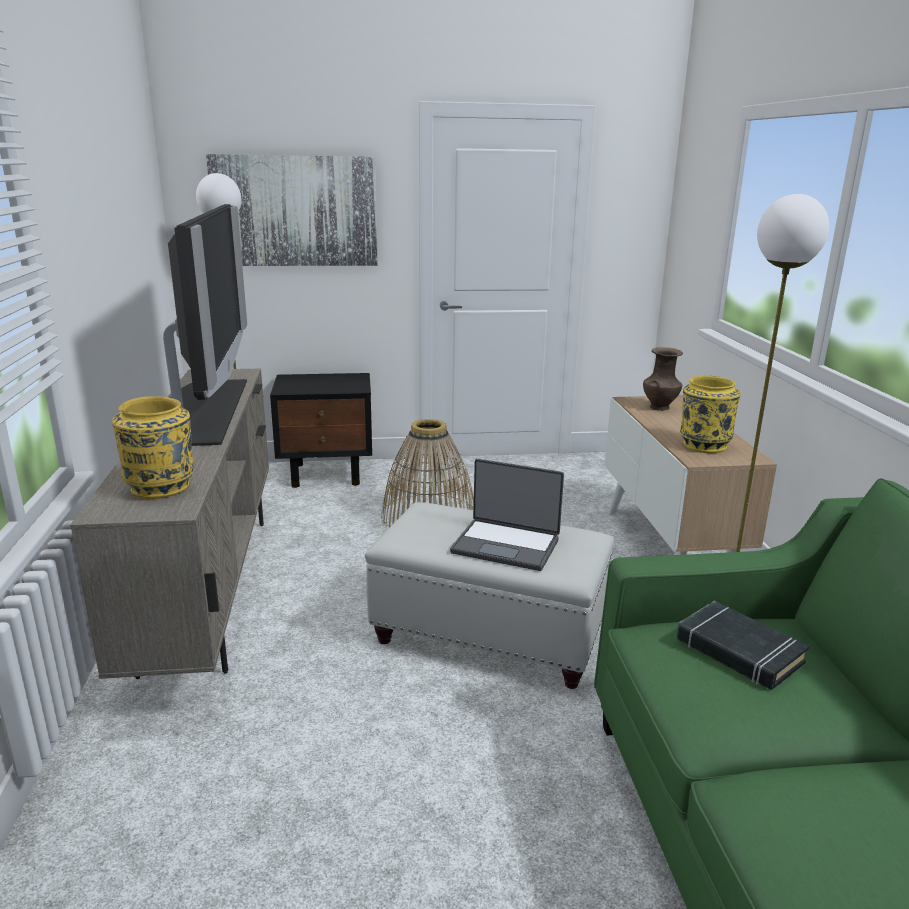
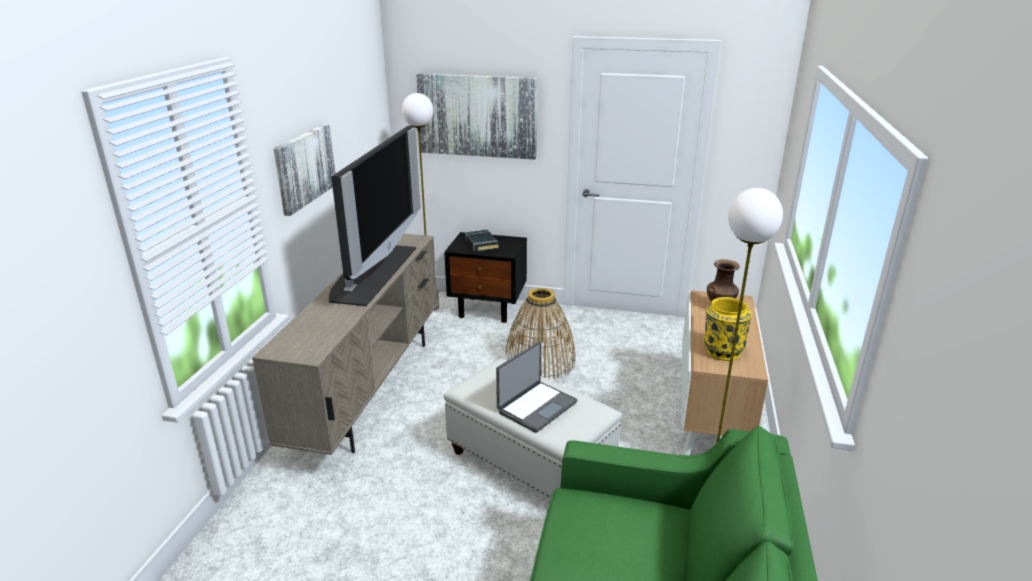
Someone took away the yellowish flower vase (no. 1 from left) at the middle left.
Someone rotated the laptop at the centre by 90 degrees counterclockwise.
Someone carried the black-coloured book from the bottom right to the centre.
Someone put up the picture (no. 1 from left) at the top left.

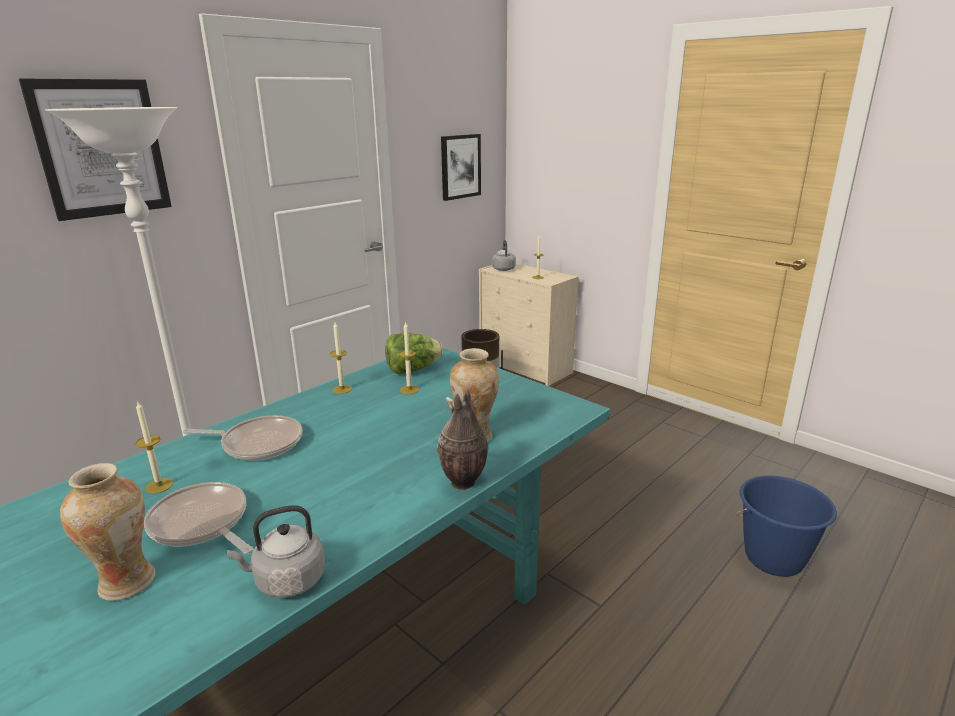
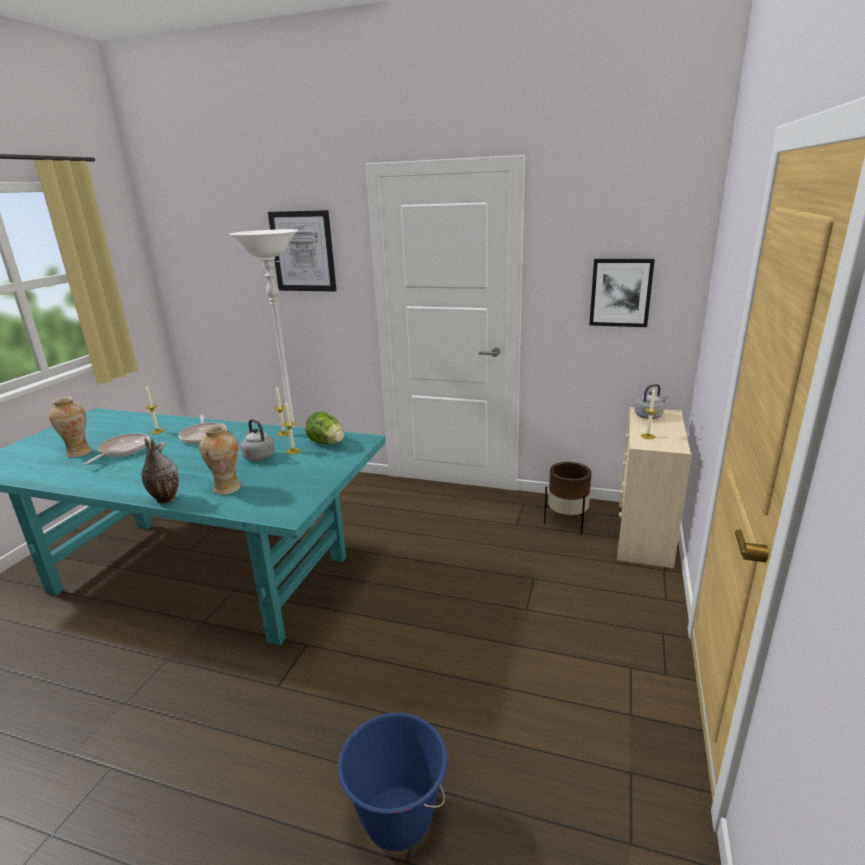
Someone carried the grey kettle (no. 1 from left) from the bottom left to the middle left.

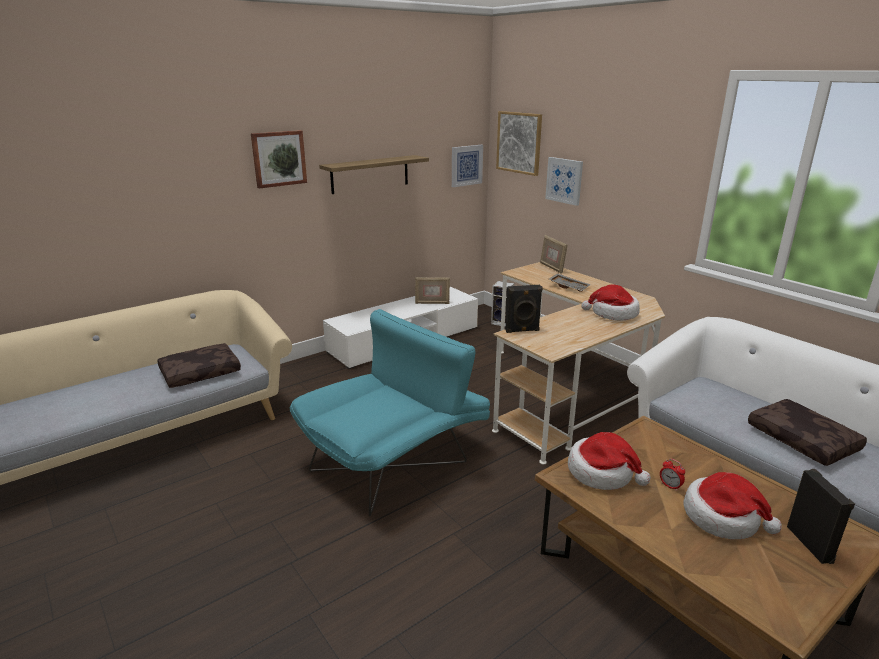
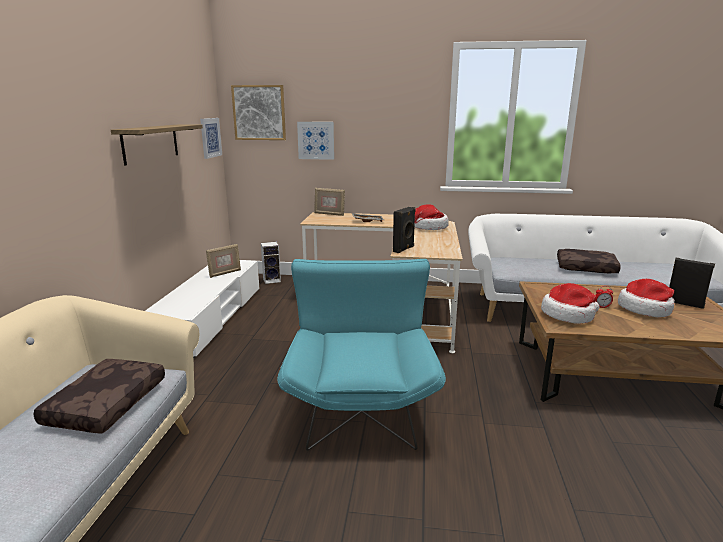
Someone took away the picture (no. 1 from left) at the top left.

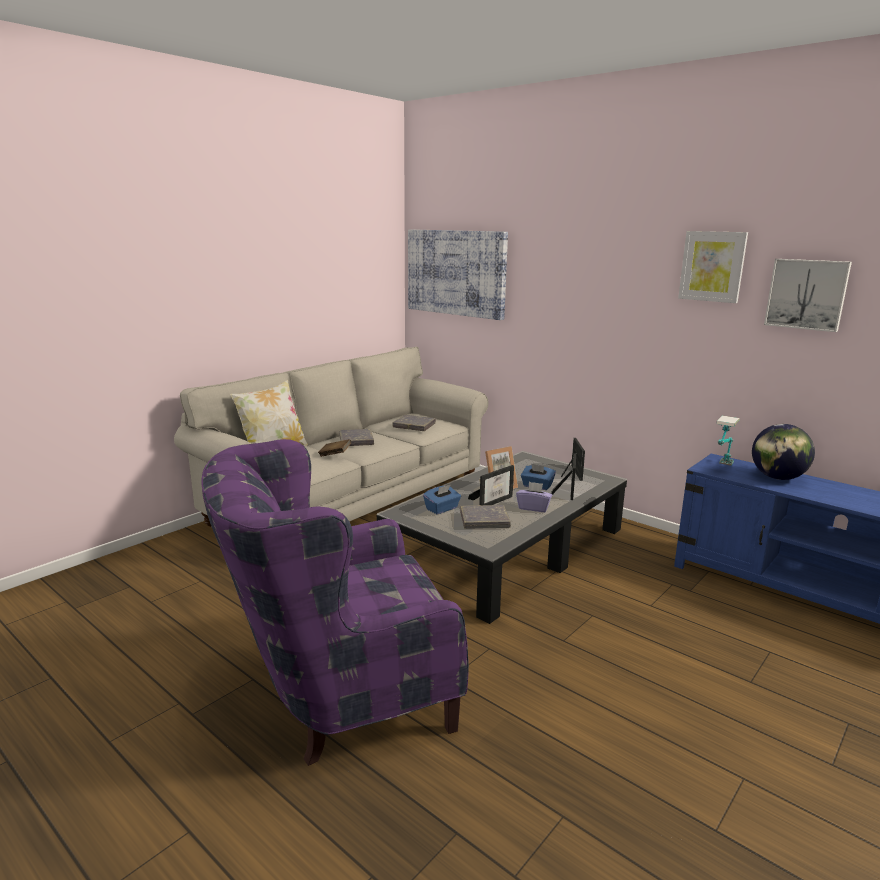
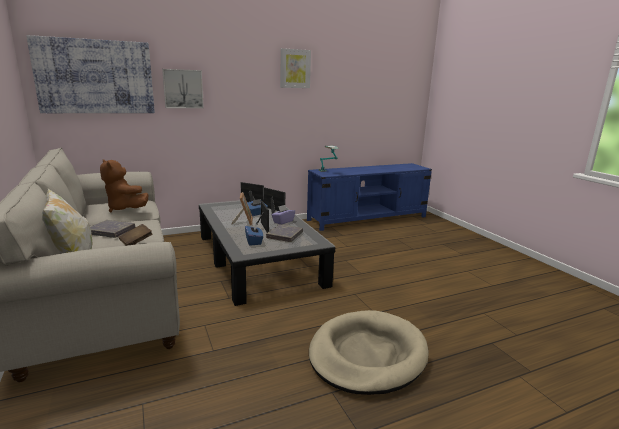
Someone swapped the purple armchair at the bottom centre for the sand-coloured dog cushion at the bottom centre.
Someone swapped the grey book (no. 2 from left) at the centre for the brown-coloured soft toy at the middle left.
Someone took away the desk globe at the middle right.
Someone carried the picture (no. 3 from left in the first image) from the middle right to the top left.

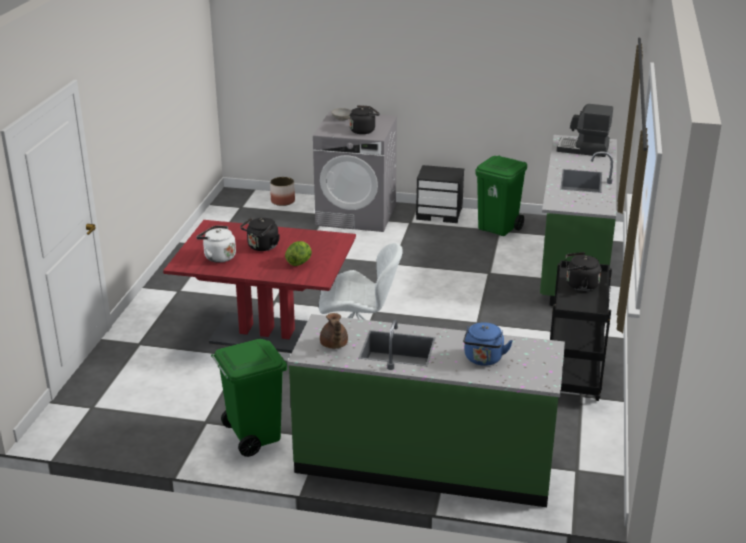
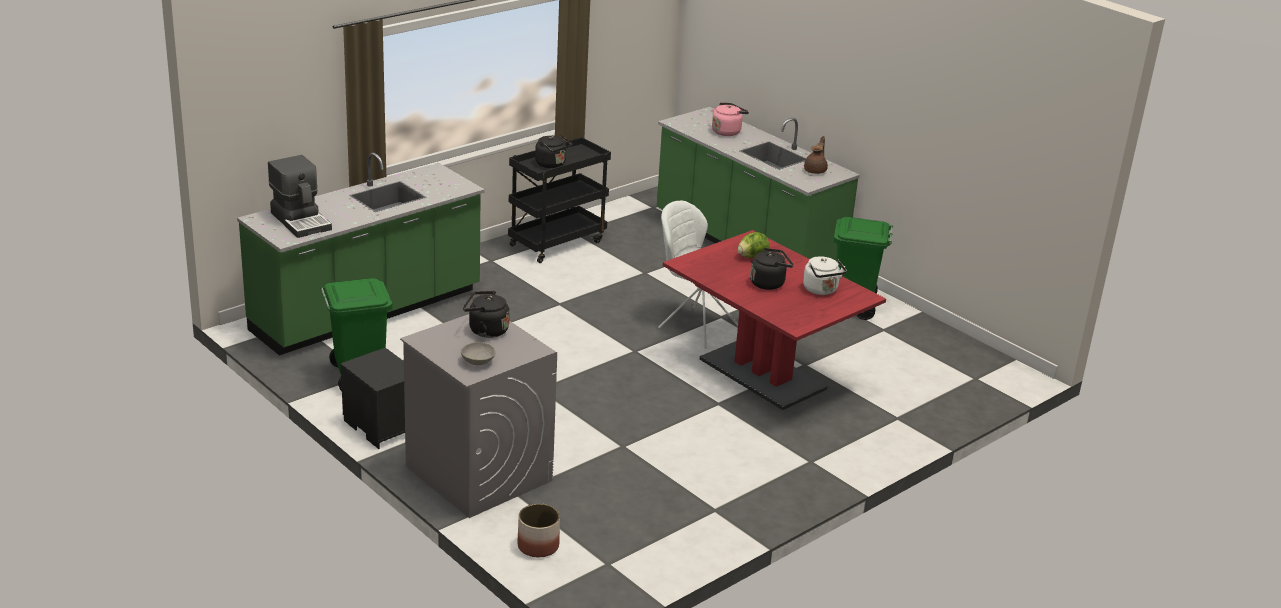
Someone repainted the blue-coloured kettle at the centre, which became the pinkish kettle at the top centre.

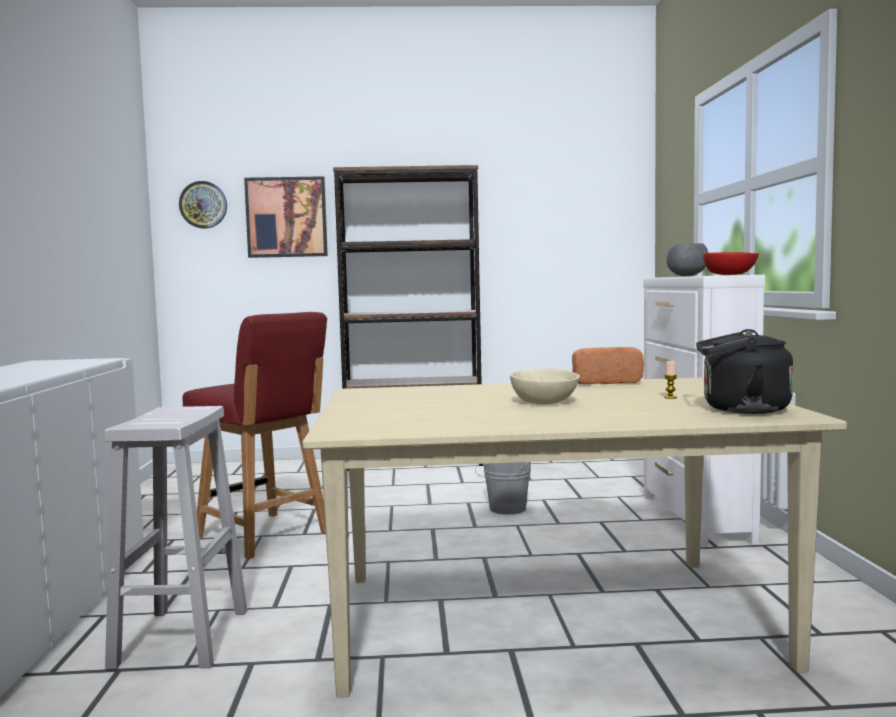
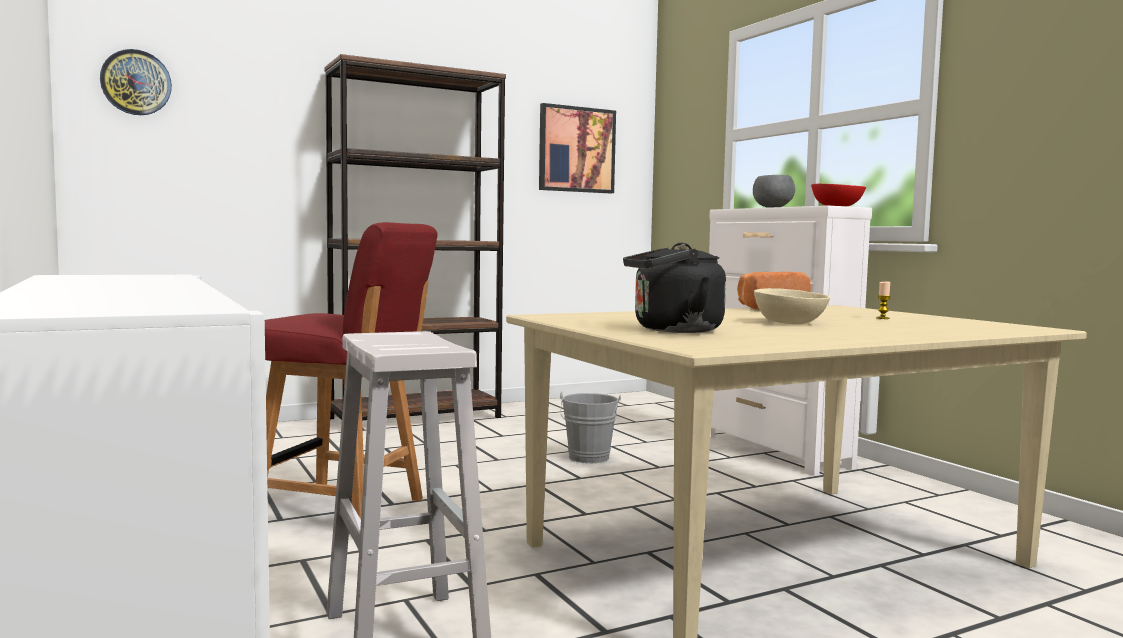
Someone carried the picture from the top left to the top centre.
Someone carried the black-coloured kettle from the middle right to the centre.

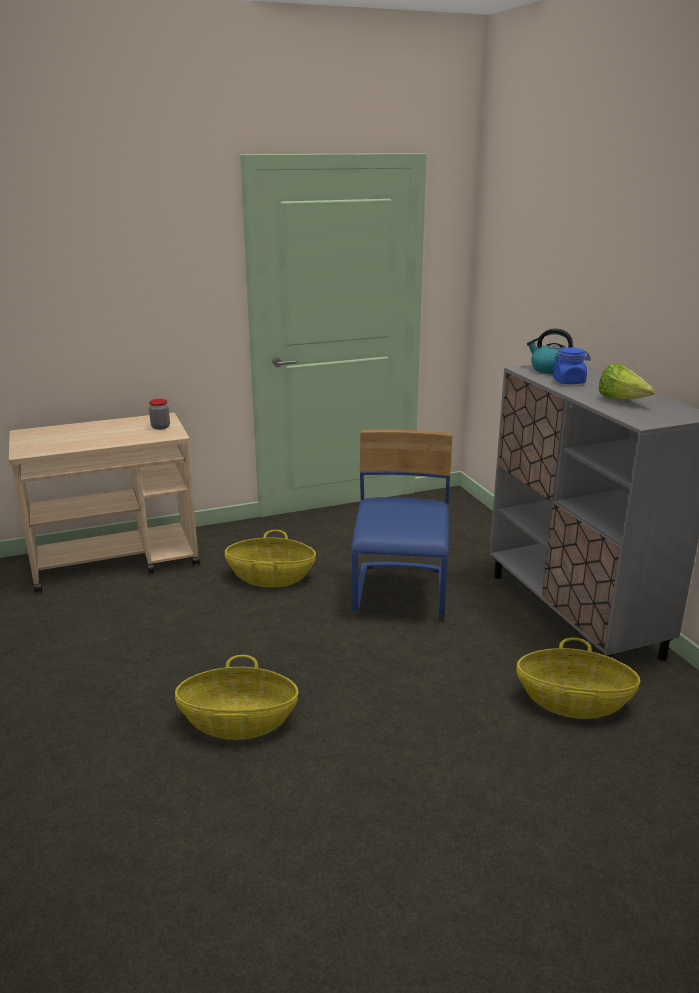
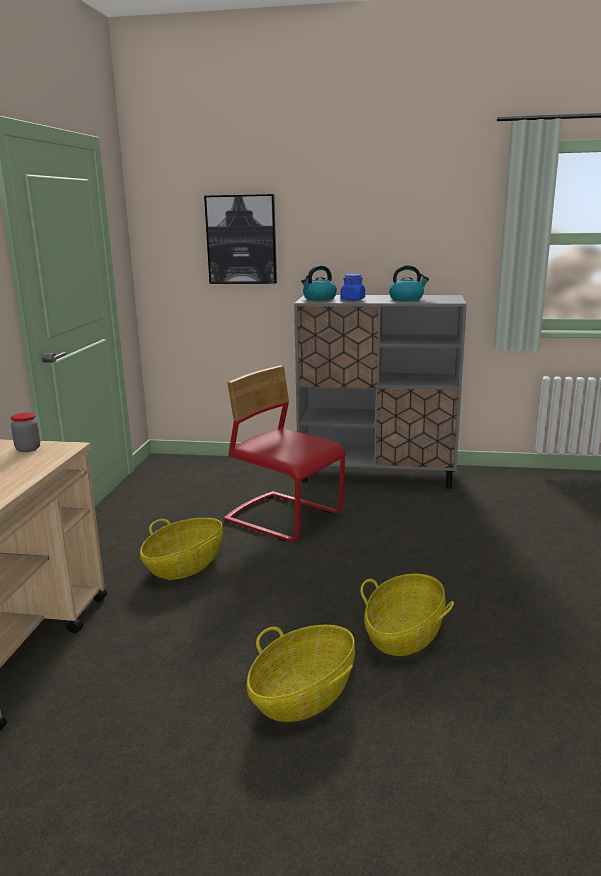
Someone repainted the blue-coloured upright chair at the centre, which became the reddish upright chair at the centre.
Someone carried the storage basket (no. 3 from left in the first image) from the bottom right to the bottom centre.
Someone swapped the lettuce at the middle right for the kettle (no. 2 from left) at the top right.
Someone put up the picture at the top centre.

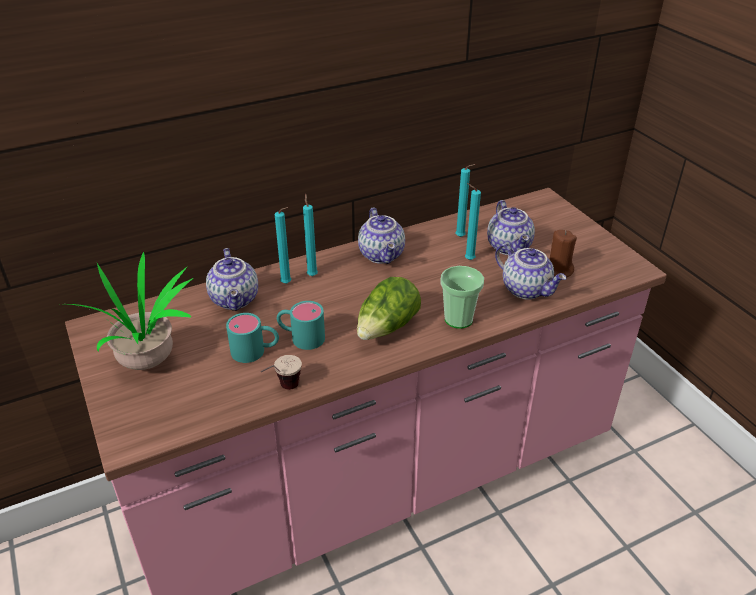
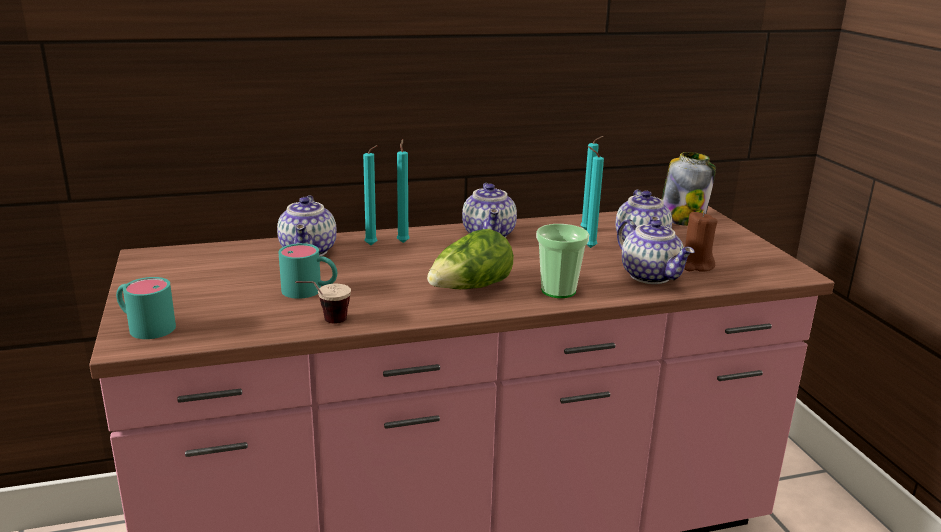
Someone took away the houseplant at the middle left.
Someone carried the turquoise-coloured mug (no. 2 from left in the first image) from the centre to the middle left.
Someone put down the preserve jar at the middle right.

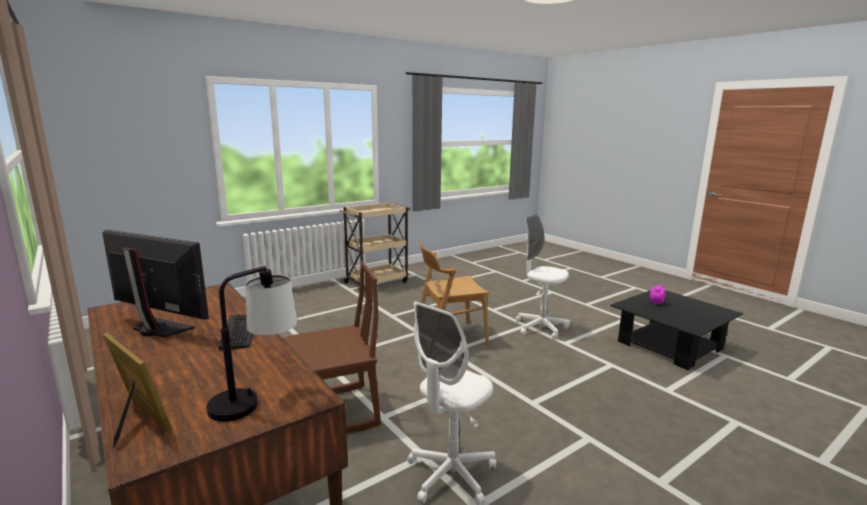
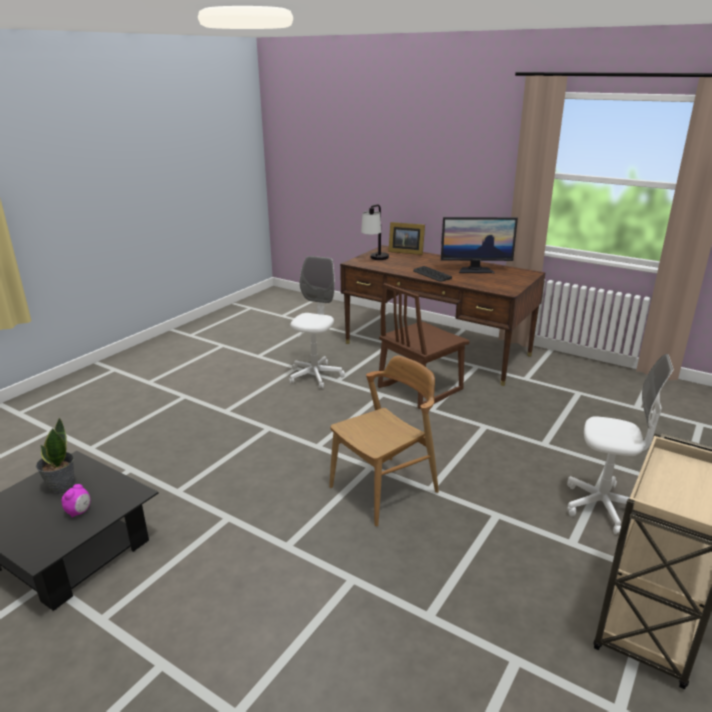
Someone carried the white desk chair (no. 2 from left) from the centre to the middle right.
Someone put down the houseplant at the middle left.

